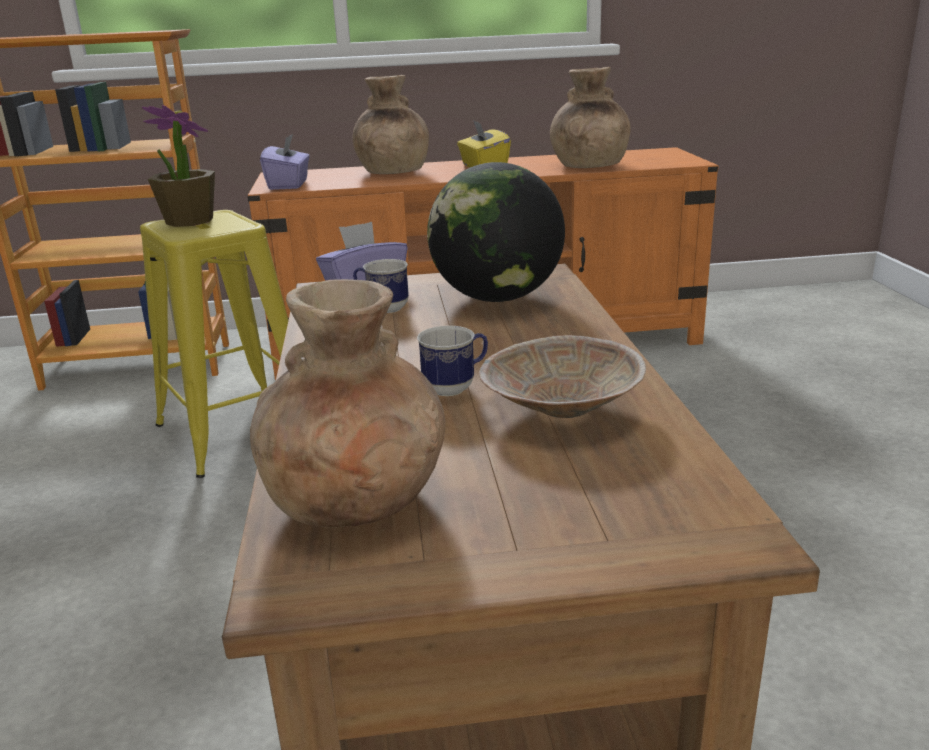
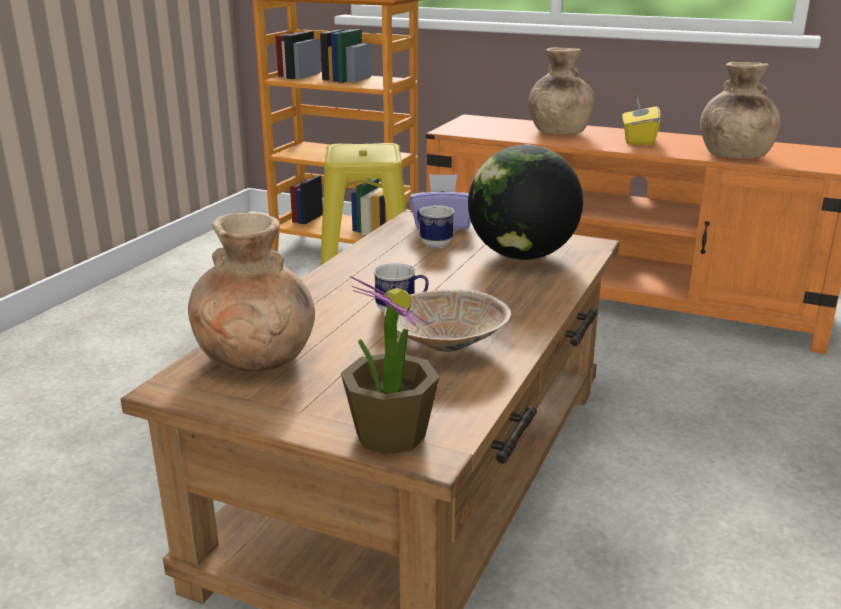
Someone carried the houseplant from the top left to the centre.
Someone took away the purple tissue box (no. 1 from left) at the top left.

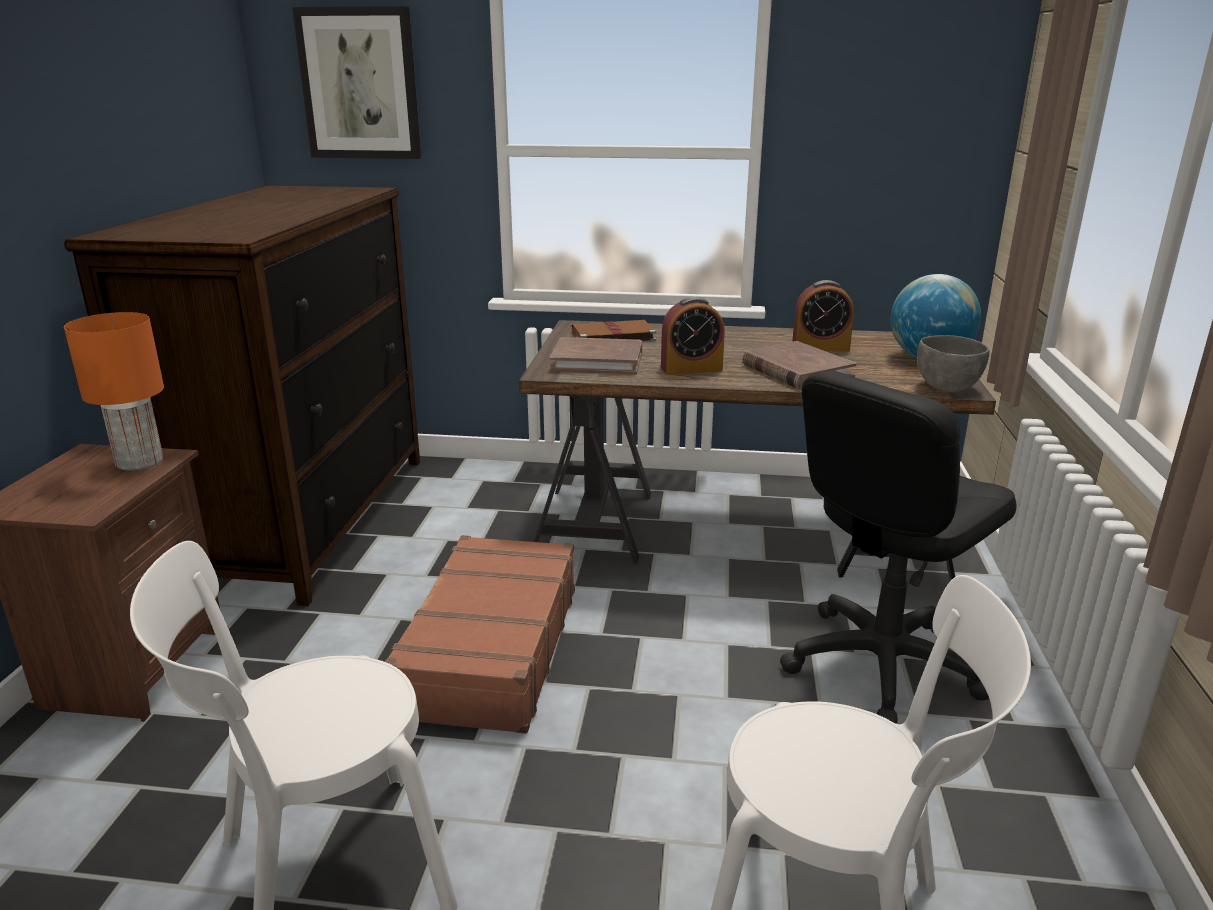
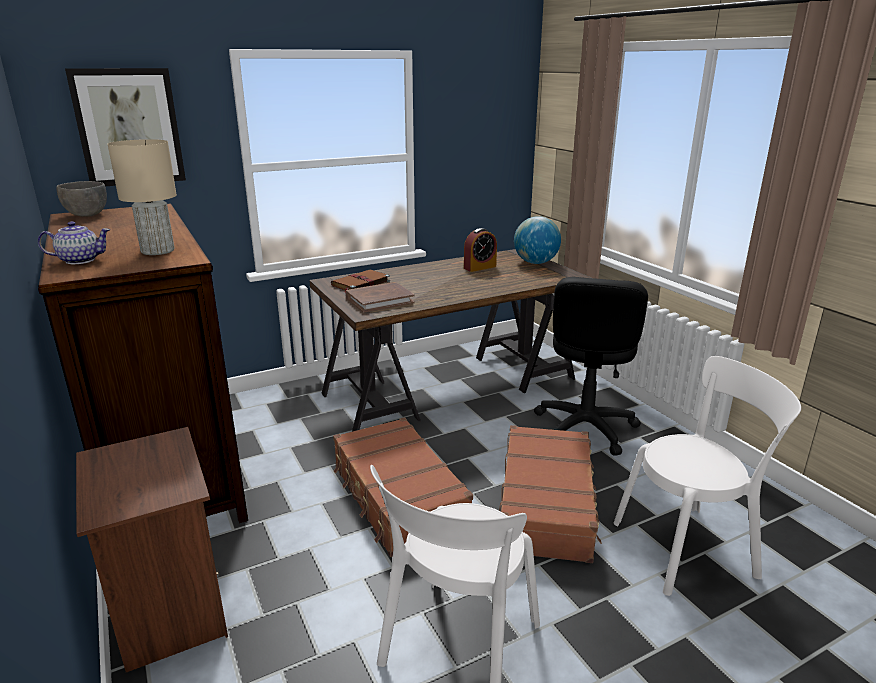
Someone took away the orange tabletop lamp at the middle left.
Someone took away the table clock (no. 1 from left) at the centre.
Someone took away the brown-coloured book (no. 3 from left) at the centre.
Someone carried the grey serving bowl from the middle right to the top left.
Someone put down the tea pot at the middle left.
Someone put down the sand-coloured tabletop lamp at the top left.
Someone put down the brown-coloured piece of luggage (no. 2 from left) at the bottom centre.

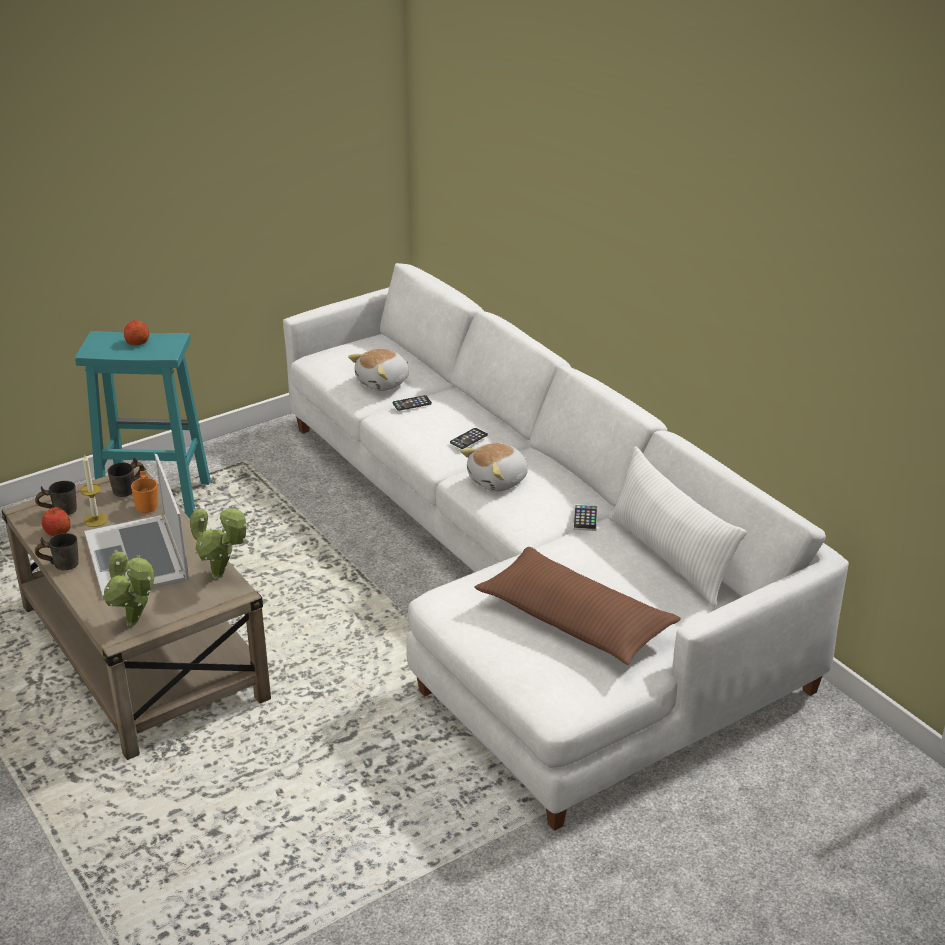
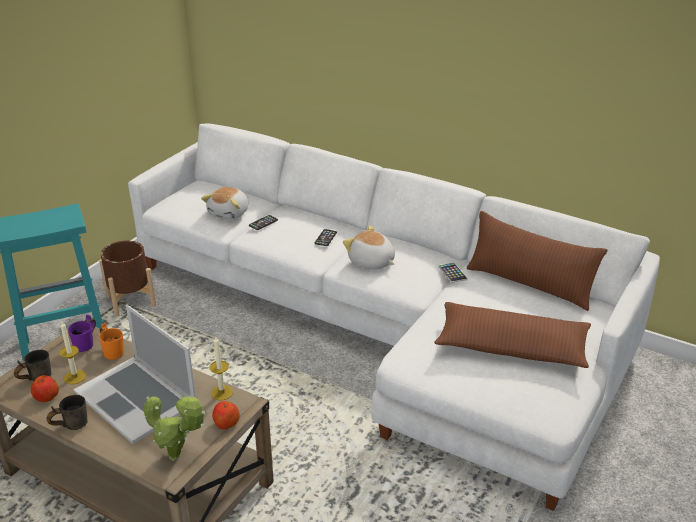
Someone repainted the grey mug (no. 3 from left) at the middle left, which became the purple mug at the middle left.
Someone carried the whole apple (no. 2 from left) from the middle left to the bottom left.
Someone swapped the houseplant (no. 2 from left) at the middle left for the wax light (no. 2 from left) at the bottom left.
Someone rotated the soft toy (no. 2 from left) at the centre by 105 degrees clockwise.
Someone repainted the white cushion at the middle right, which became the brown-coloured cushion (no. 2 from left) at the middle right.
Someone put down the brown-coloured planter at the middle left.

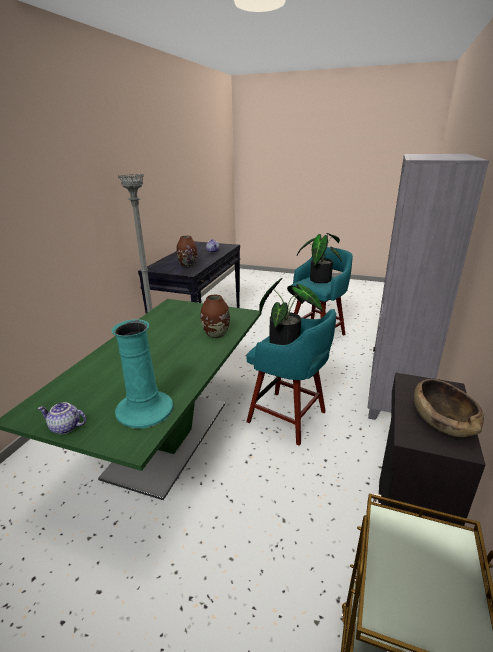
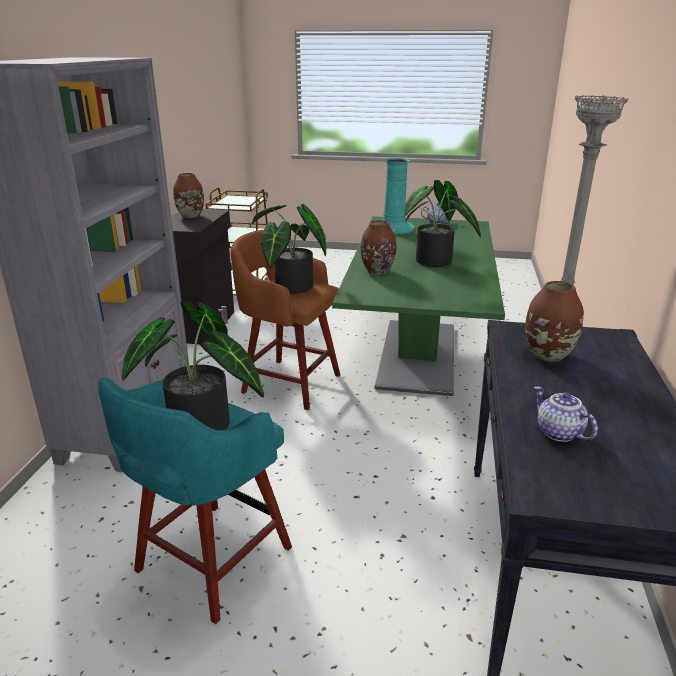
Someone repainted the turquoise-coloured stool seat (no. 1 from left) at the centre, which became the brown-coloured stool seat at the centre.
Someone swapped the brown-coloured serving bowl at the middle right for the brown-coloured flower vase (no. 1 from left) at the top left.
Someone put down the houseplant (no. 3 from left) at the top centre.

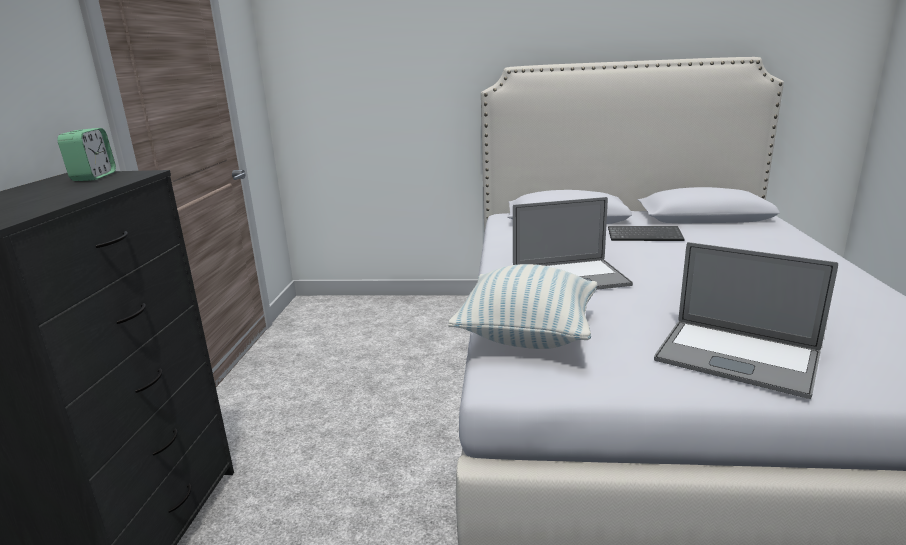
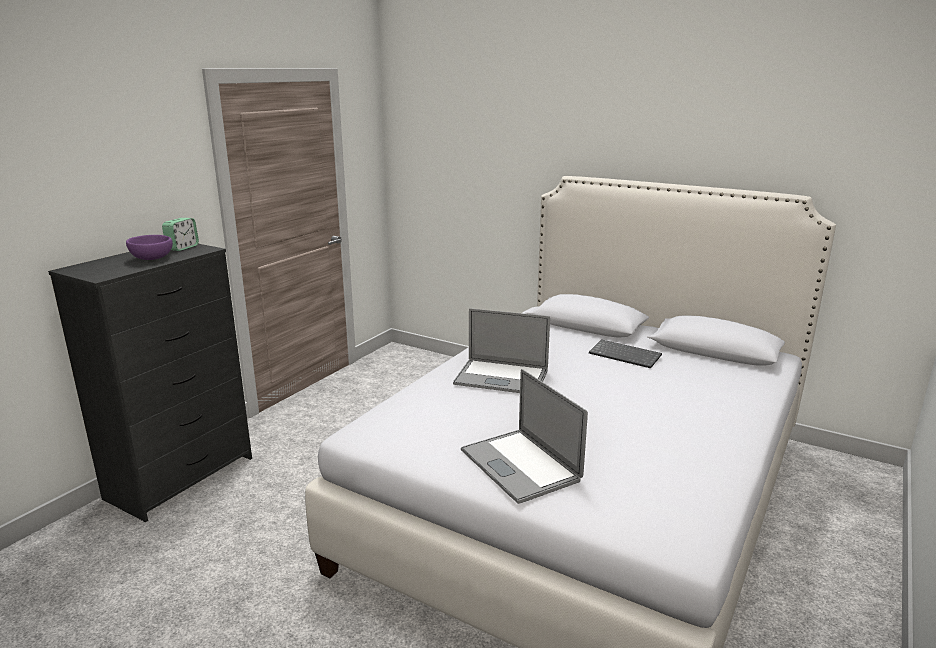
Someone took away the cushion at the centre.
Someone put down the purple serving bowl at the middle left.

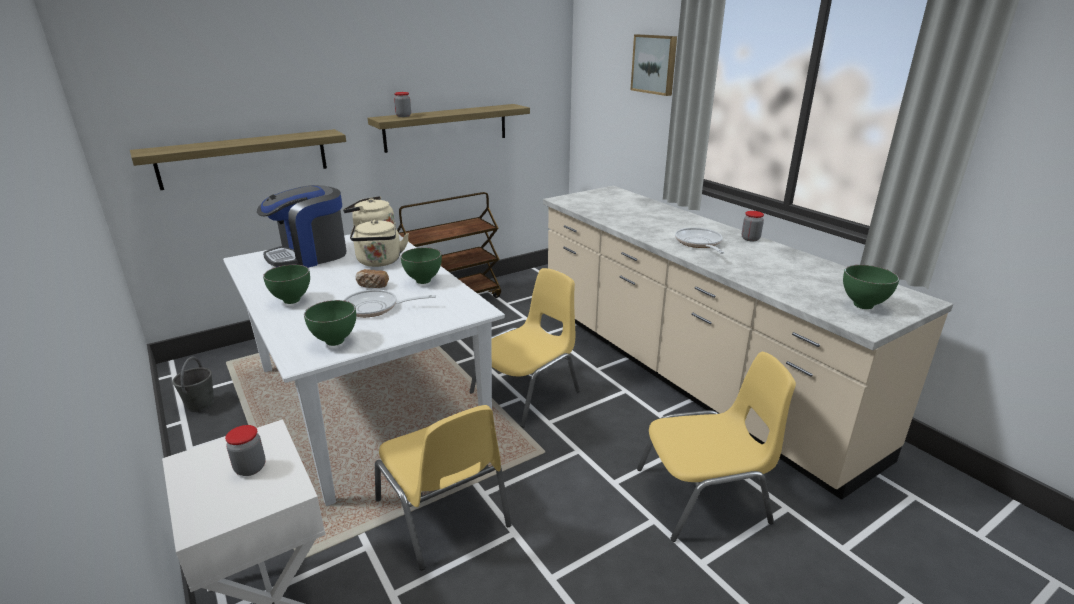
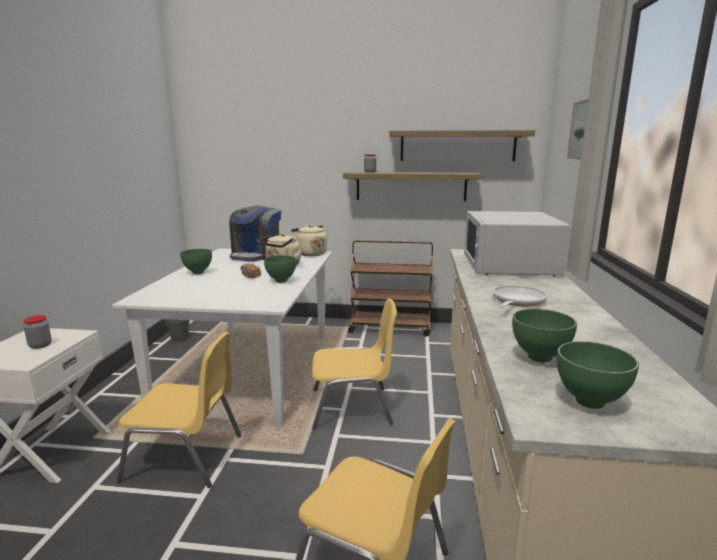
Someone carried the shelf (no. 1 from left in the first image) from the top left to the top centre.
Someone rotated the coffee maker at the middle left by 75 degrees counterclockwise.
Someone carried the green serving bowl (no. 2 from left in the first image) from the middle left to the middle right.
Someone took away the frying pan (no. 1 from left) at the centre.
Someone rotated the yellowish upright chair (no. 1 from left) at the bottom centre by 90 degrees counterclockwise.
Someone took away the preserve jar (no. 3 from left) at the middle right.
Someone put down the white kitchen microwave at the middle right.

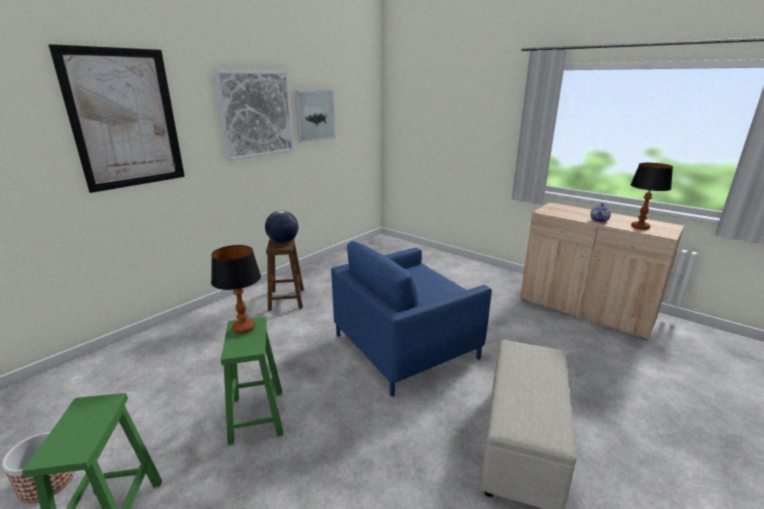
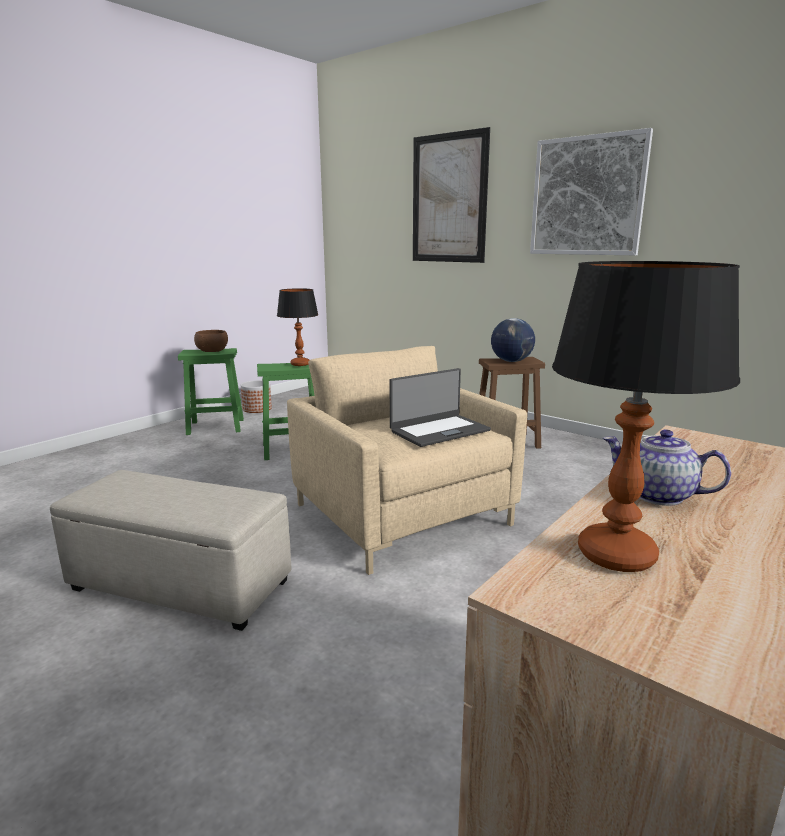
Someone took away the picture (no. 3 from left) at the top centre.
Someone repainted the blue-coloured armchair at the centre, which became the sand-coloured armchair at the centre.
Someone put down the brown-coloured serving bowl at the middle left.
Someone put down the laptop at the centre.

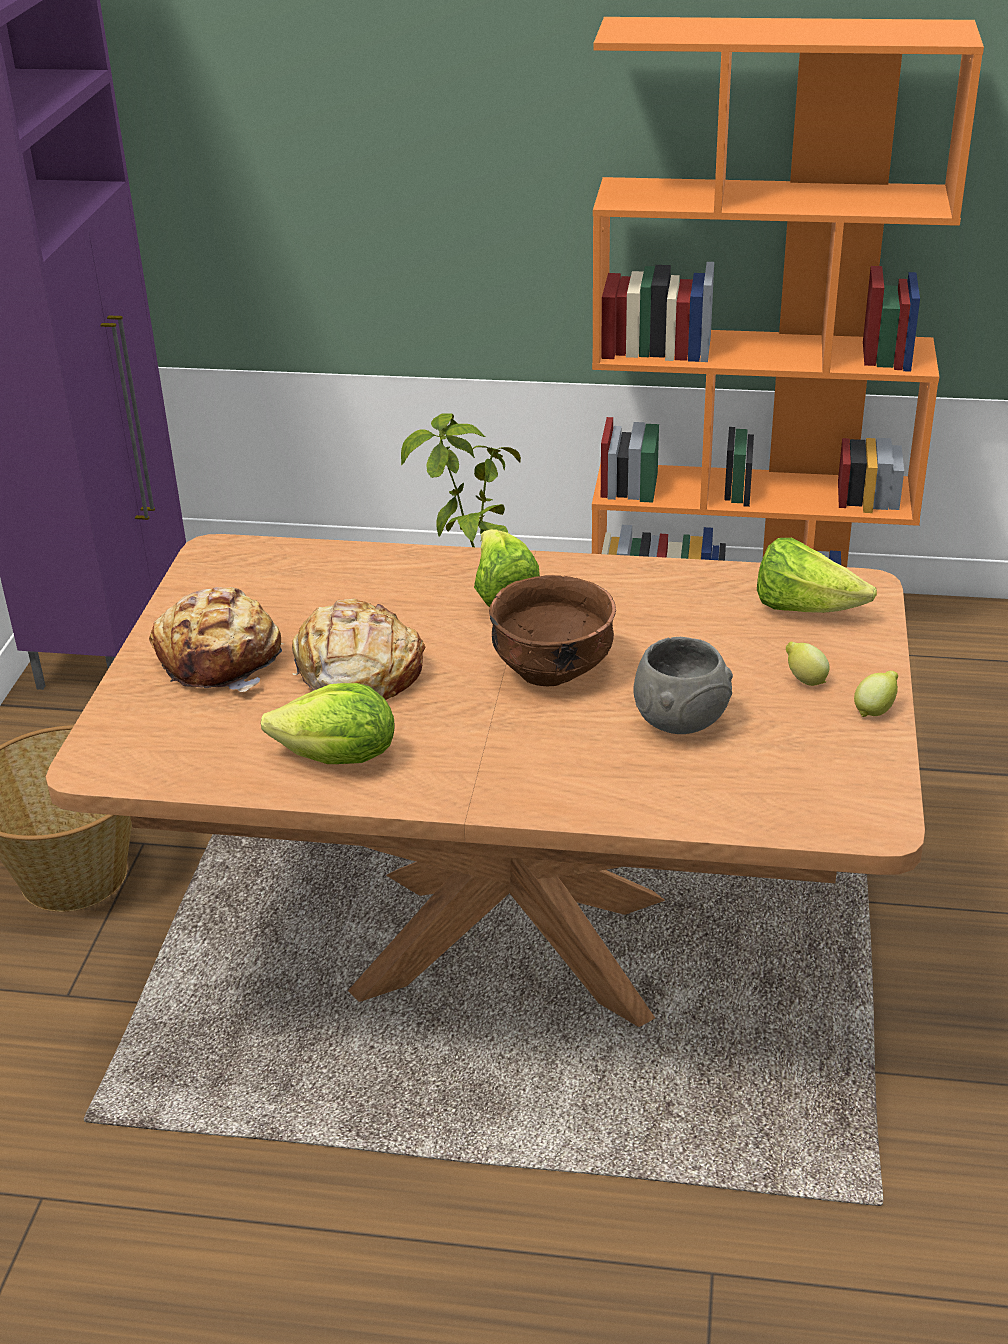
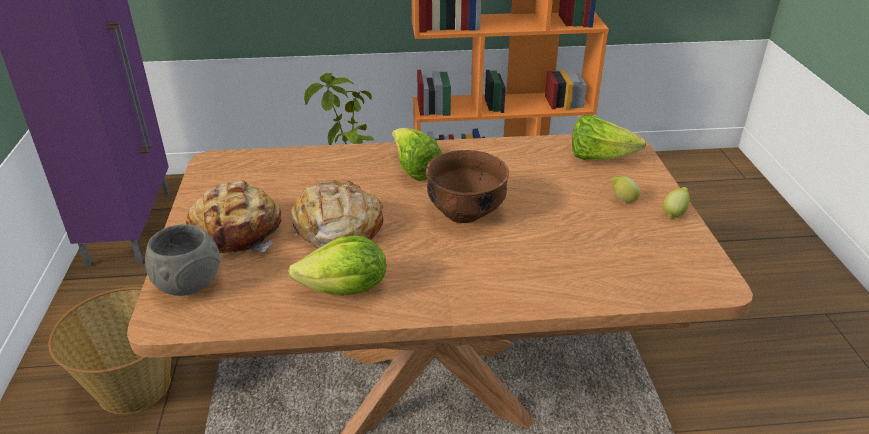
Someone carried the grey serving bowl from the middle right to the middle left.

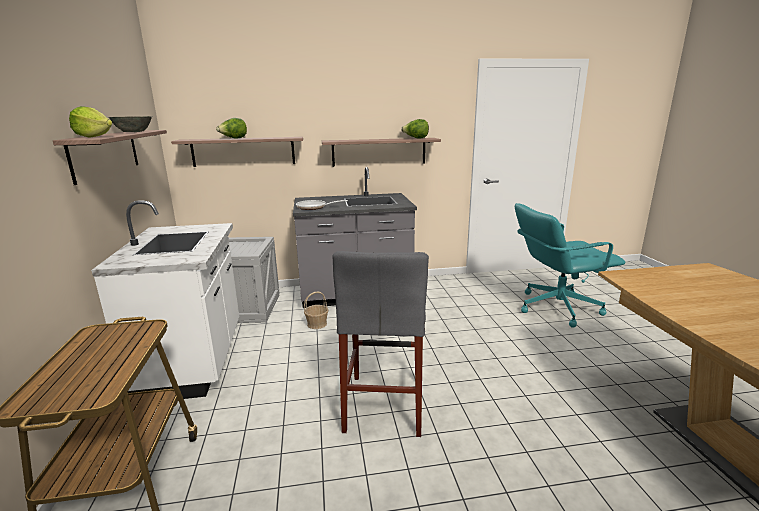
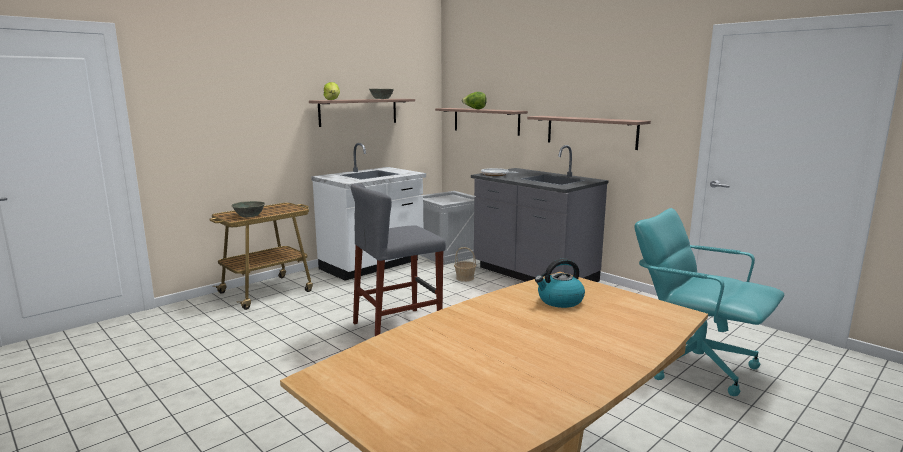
Someone took away the lettuce (no. 3 from left) at the top centre.
Someone put down the grey serving bowl (no. 1 from left) at the middle left.
Someone put down the kettle at the centre.

